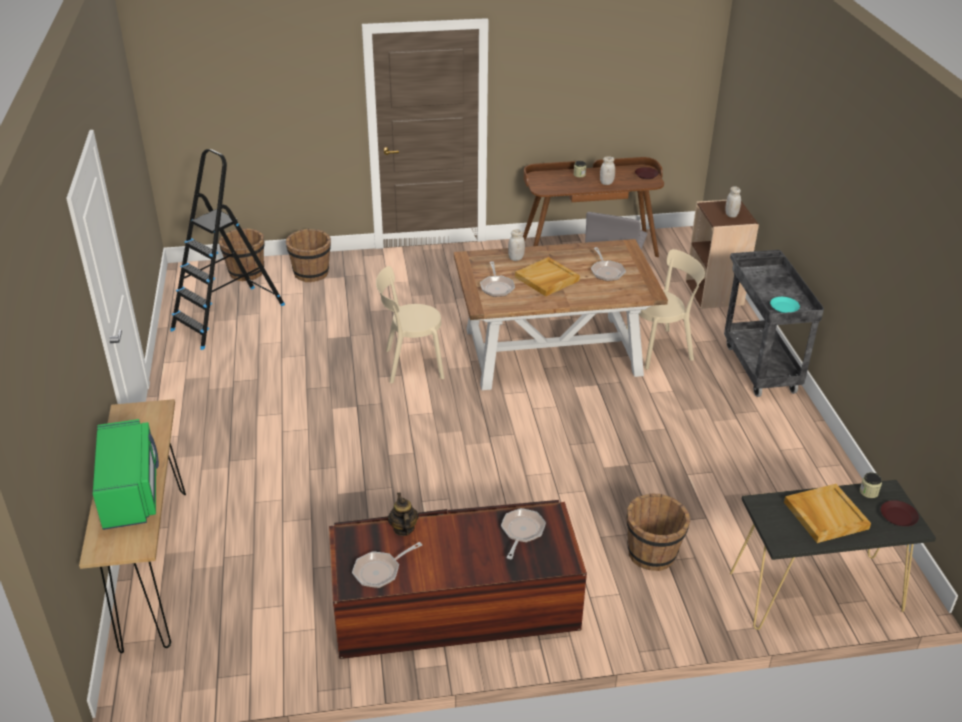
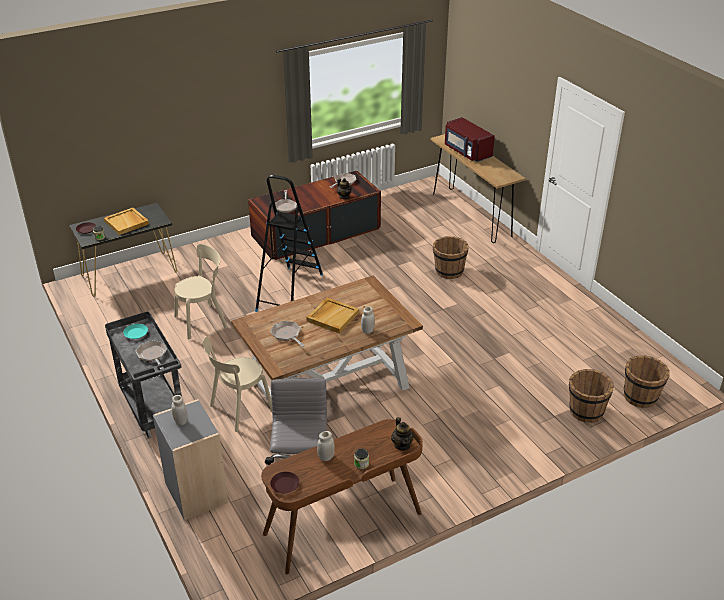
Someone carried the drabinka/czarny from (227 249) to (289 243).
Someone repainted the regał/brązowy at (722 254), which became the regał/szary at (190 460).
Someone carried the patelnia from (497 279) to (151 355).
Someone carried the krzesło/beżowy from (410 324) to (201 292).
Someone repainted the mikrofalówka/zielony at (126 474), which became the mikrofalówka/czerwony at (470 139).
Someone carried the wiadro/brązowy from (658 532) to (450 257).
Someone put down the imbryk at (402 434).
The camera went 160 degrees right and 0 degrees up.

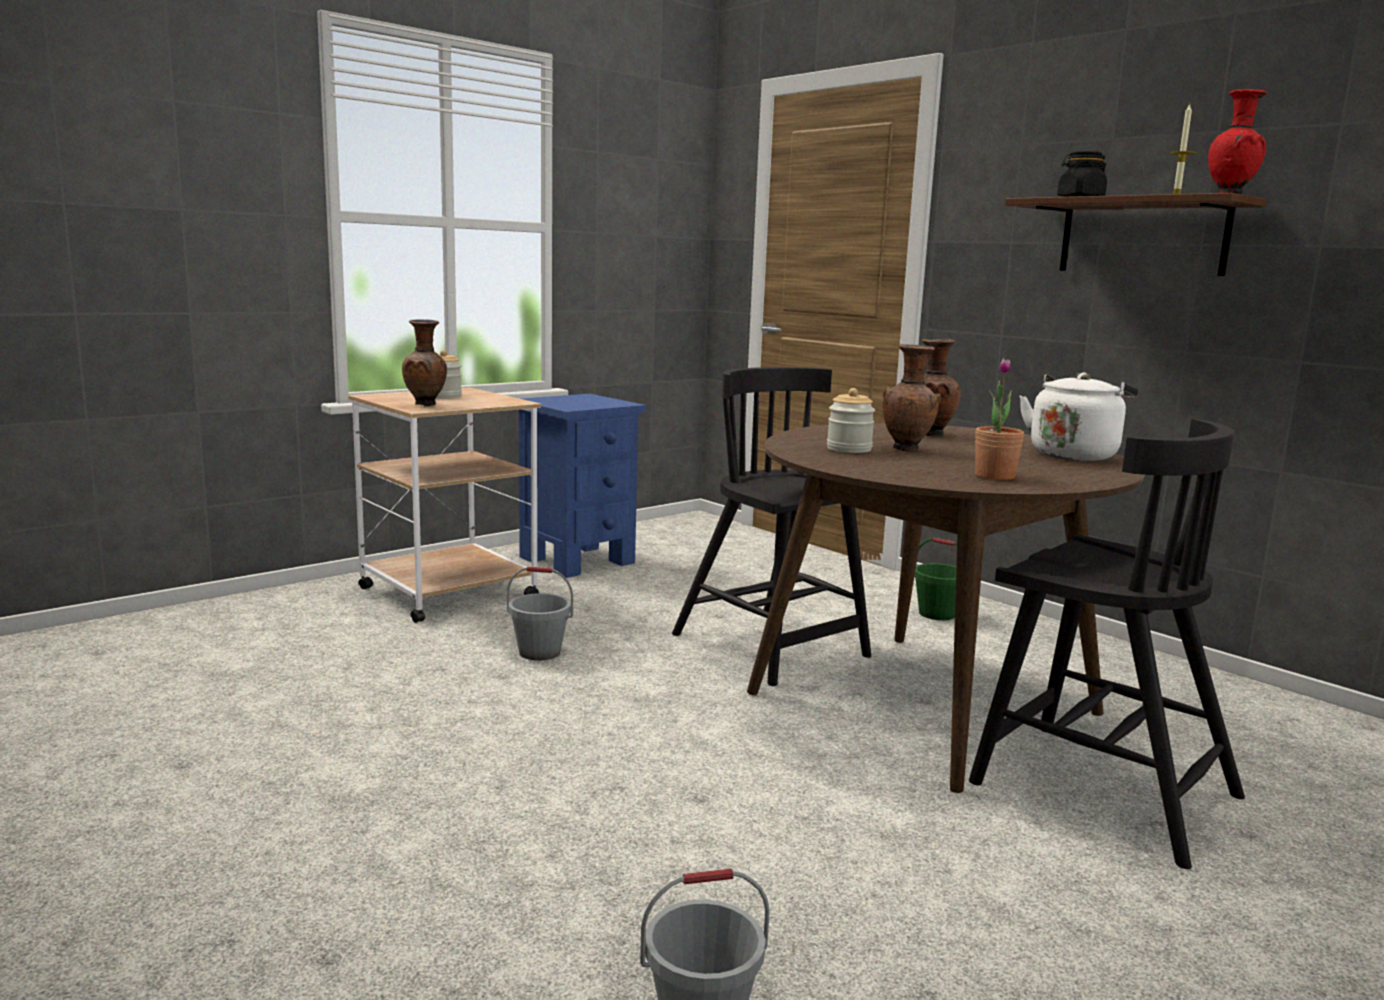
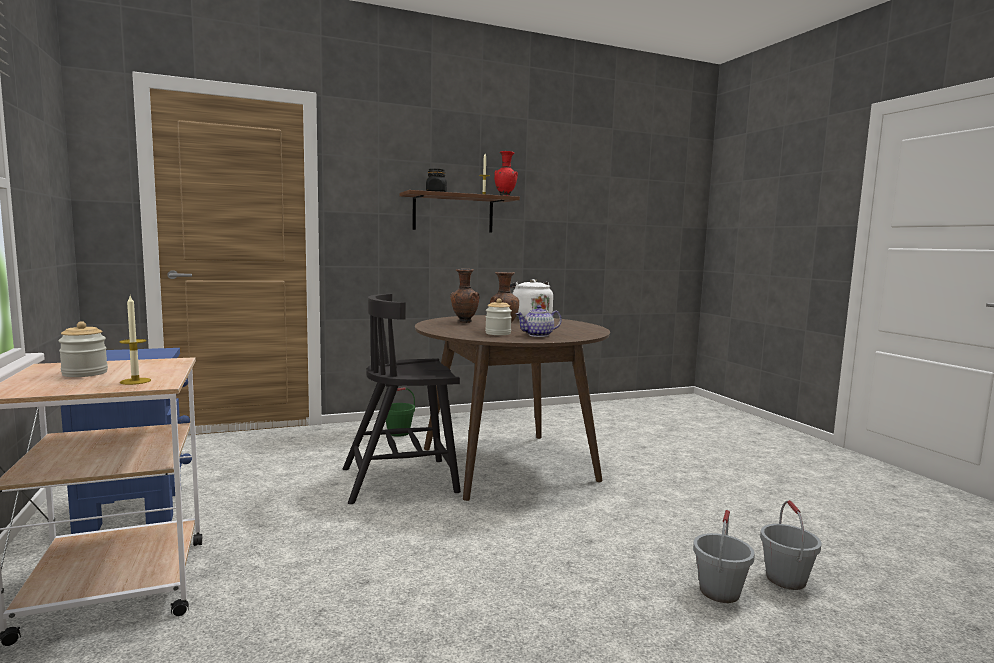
Someone swapped the wazon/brązowy at (424 362) for the świeca at (135 340).
Someone took away the roślina doniczkowa at (999 419).
Someone took away the krzesło/czarny at (1107 644).
Someone carried the wiadro/szary from (540 613) to (724 556).
Someone put down the imbryk at (539 321).
The camera went 70 degrees left and 5 degrees down.

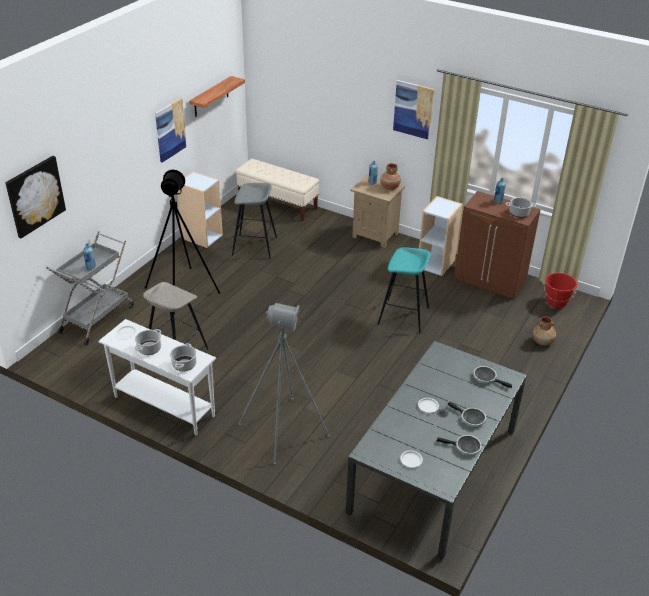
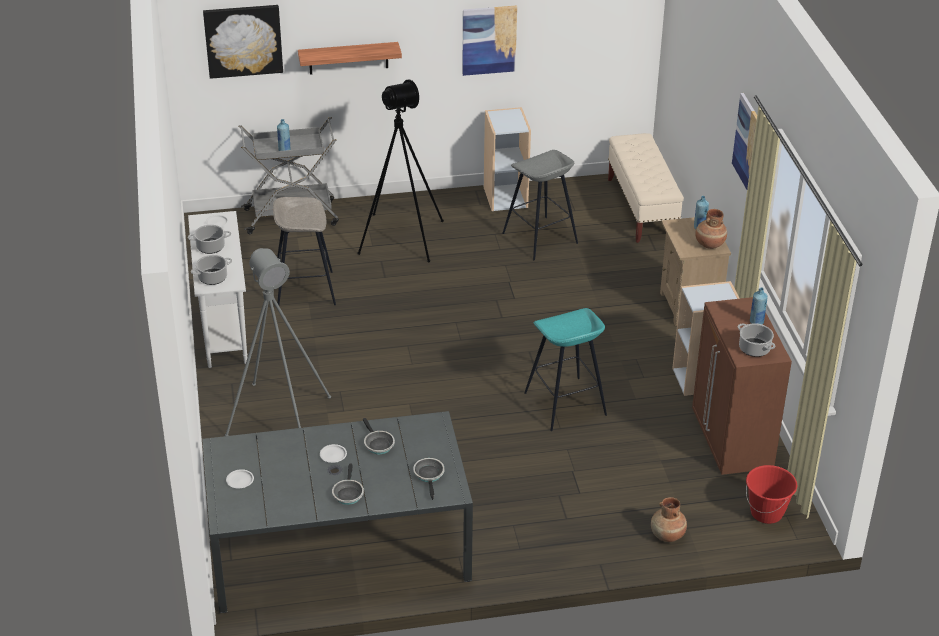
Someone carried the półka from (217 96) to (350 58).
Someone carried the patelnia from (459 445) to (379 436).
The camera went 50 degrees right and 0 degrees up.

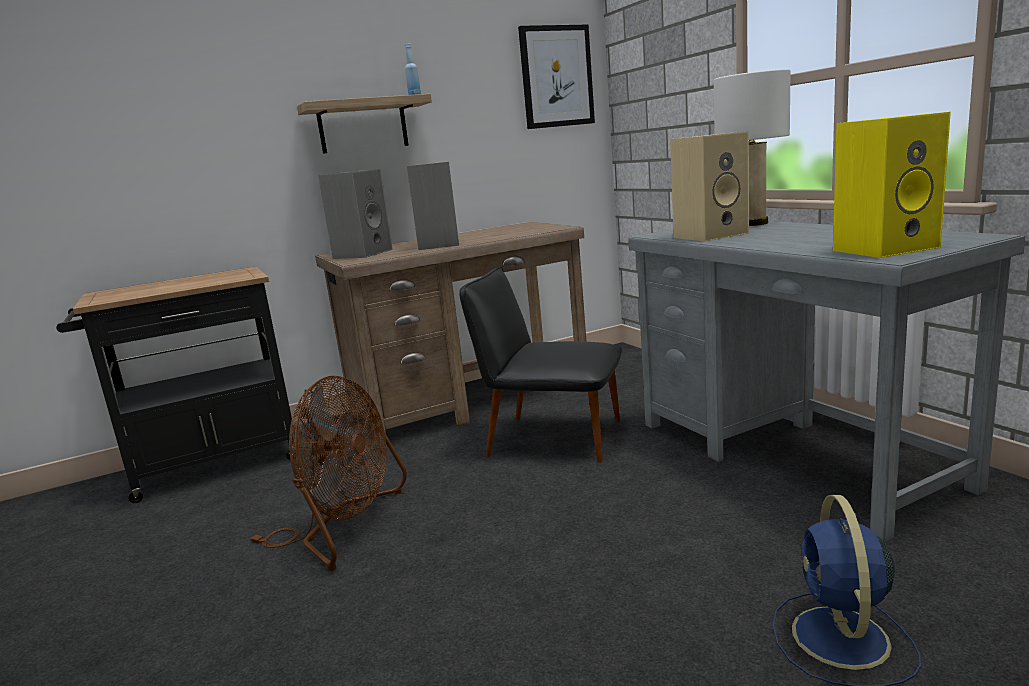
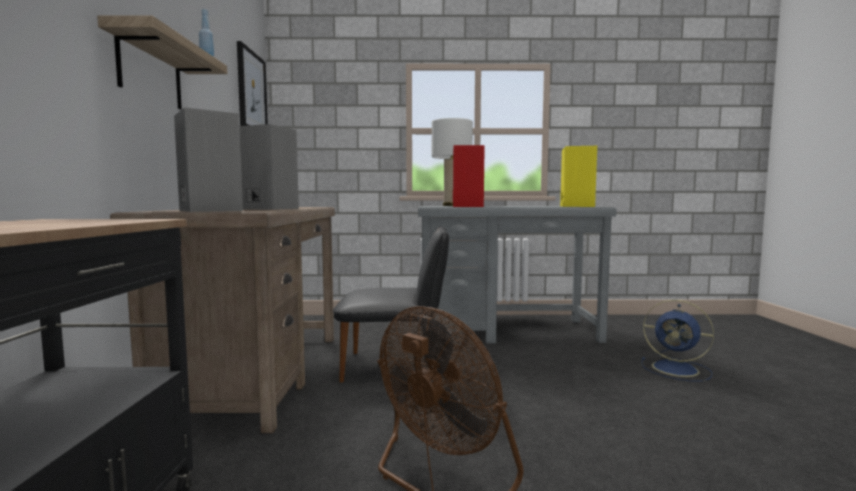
Someone repainted the głośnik/beżowy at (709 186), which became the głośnik/czerwony at (469 176).
Someone rotated the krzesło/czarny at (540 365) by 135 degrees counterclockwise.
The camera went 65 degrees left and 10 degrees down.

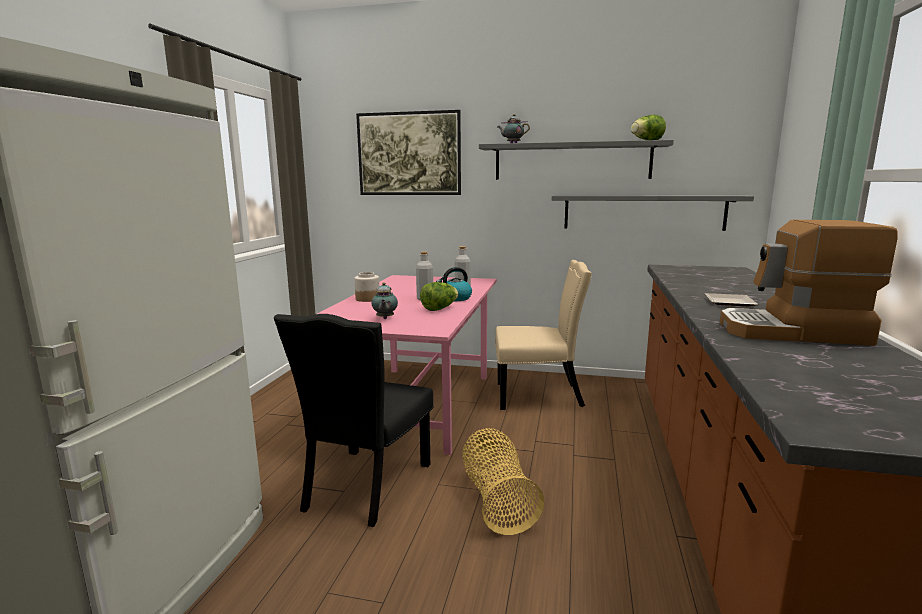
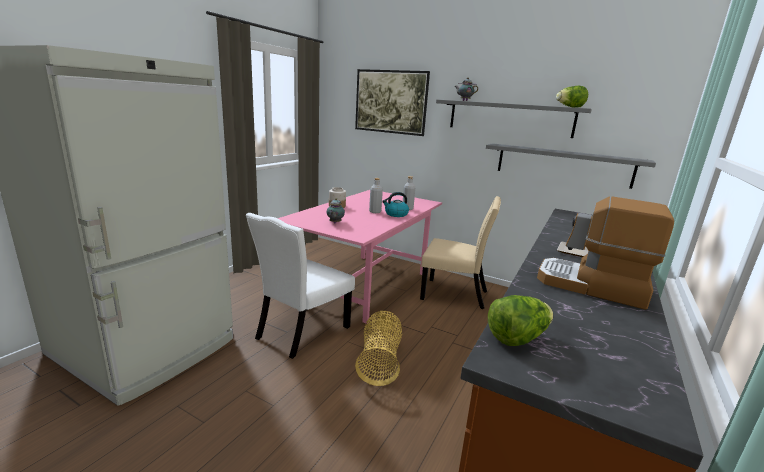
Someone carried the sałata from (439 296) to (520 320).
Someone repainted the krzesło/czarny at (354 420), which became the krzesło/biały at (300 286).
The camera went 15 degrees right and 5 degrees up.

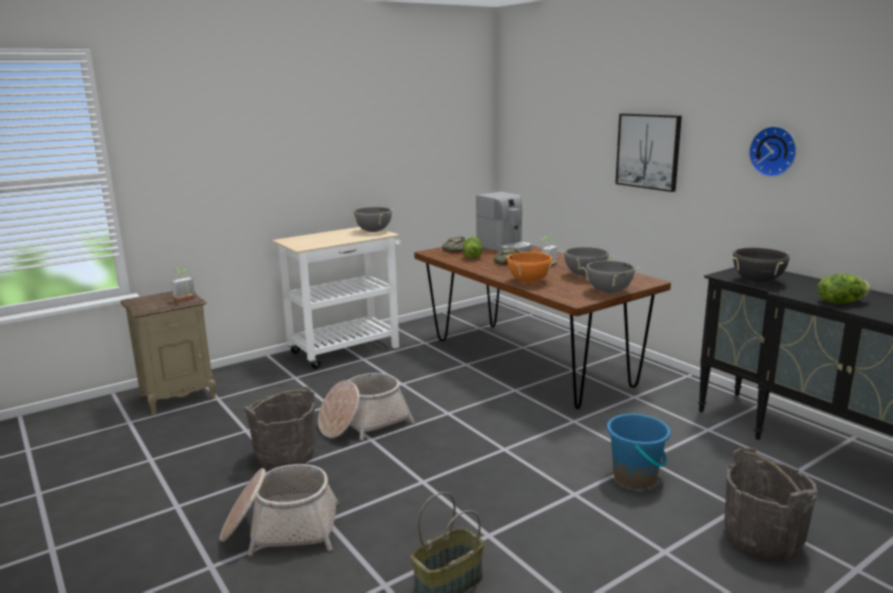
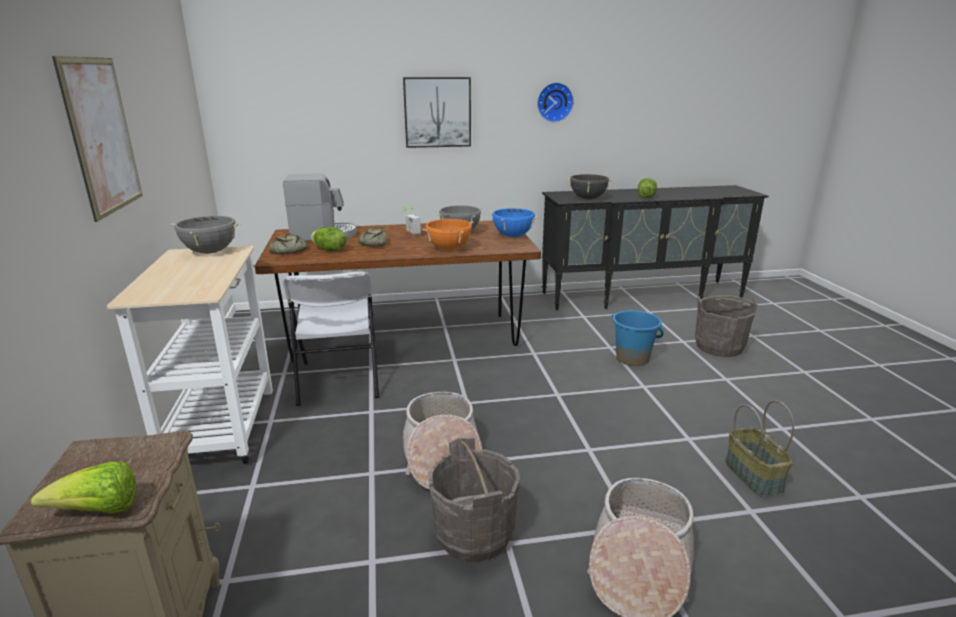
Someone repainted the garnek/szary at (610 276), which became the garnek/niebieski at (514 222).
Someone took away the roślina doniczkowa at (183 285).
Someone put up the obraz at (97 139).
Someone put down the krzesło/biały at (331 338).
Someone put down the sałata at (83 488).
The camera went 65 degrees left and 5 degrees up.

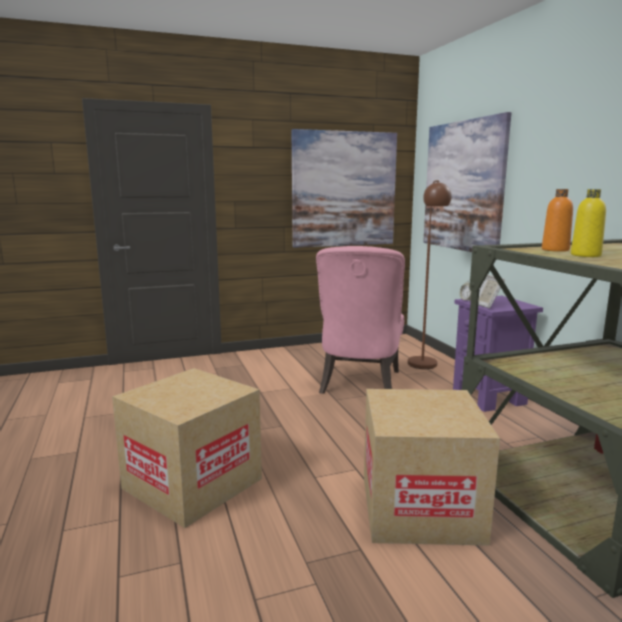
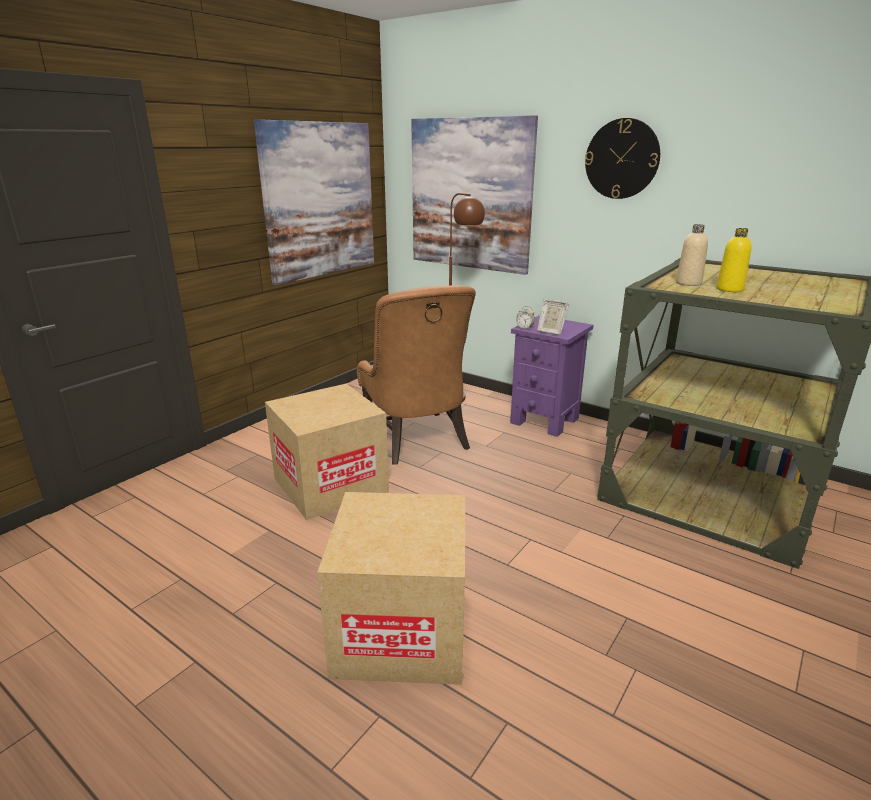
Someone repainted the butelka/pomarańczowy at (557 220), which became the butelka/beżowy at (692 255).
Someone repainted the krzesło/różowy at (360 320), which became the krzesło/brązowy at (416 375).
Someone carried the karton from (432 467) to (327 452).
Someone put up the zegar ścienny at (622 158).
The camera went 35 degrees left and 10 degrees up.

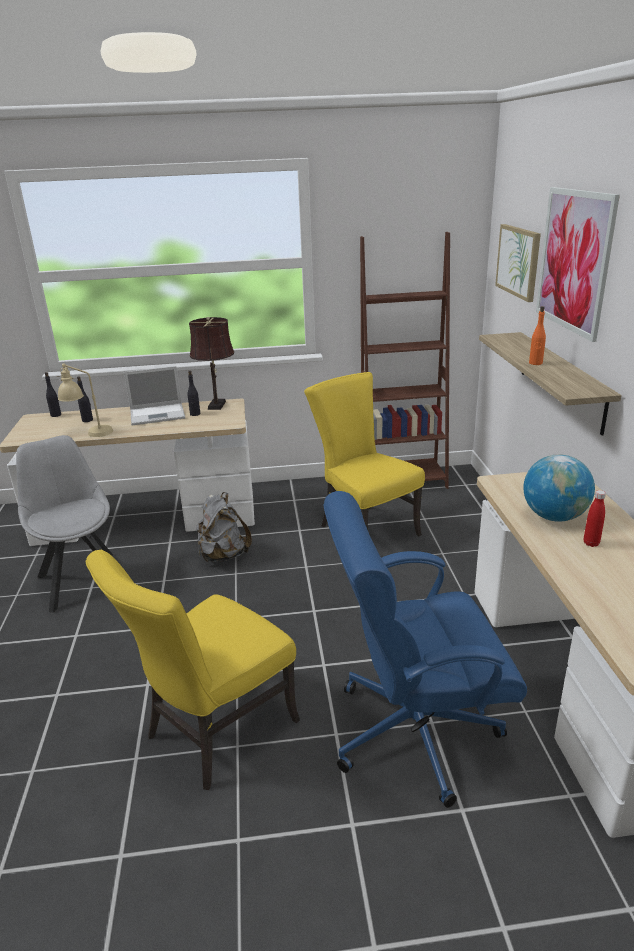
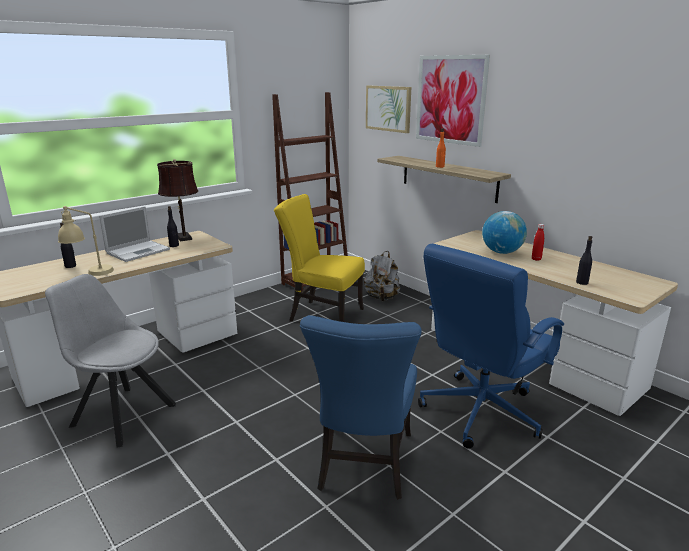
Someone carried the butelka/czarny from (53 394) to (584 260).
Someone carried the plecak/szary from (224 527) to (382 276).
Someone repainted the krzesło/żółty at (193 670), which became the krzesło/niebieski at (361 407).
The camera went 35 degrees left and 5 degrees down.

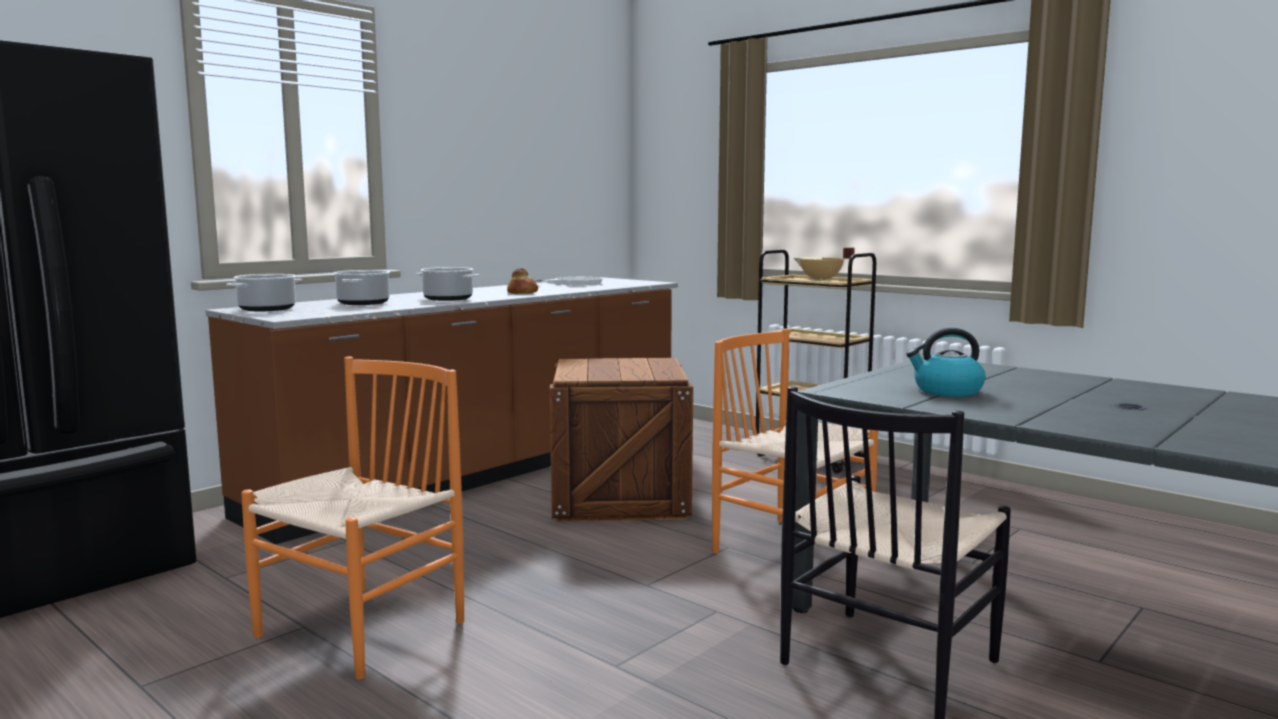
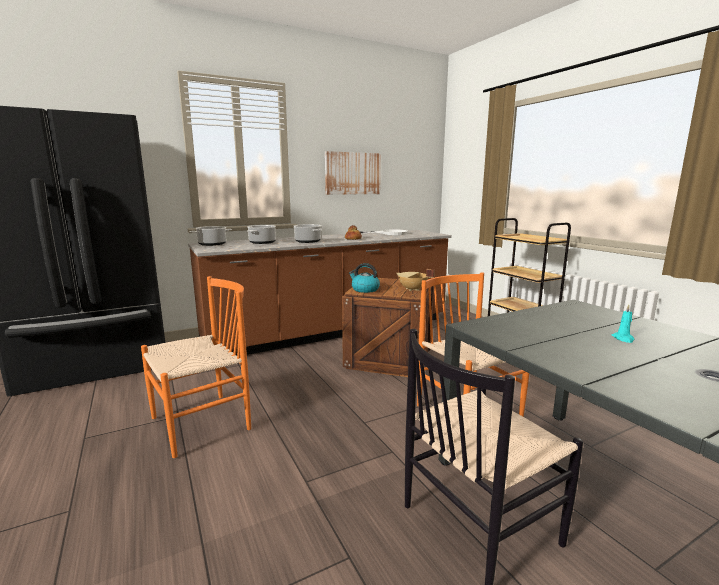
Someone carried the garnek/beżowy from (824 264) to (415 280).
Someone carried the czajnik from (946 362) to (364 278).
Someone put up the obraz at (353 173).
Someone put down the świeca/turkusowy at (623 324).
The camera went 20 degrees right and 5 degrees up.

